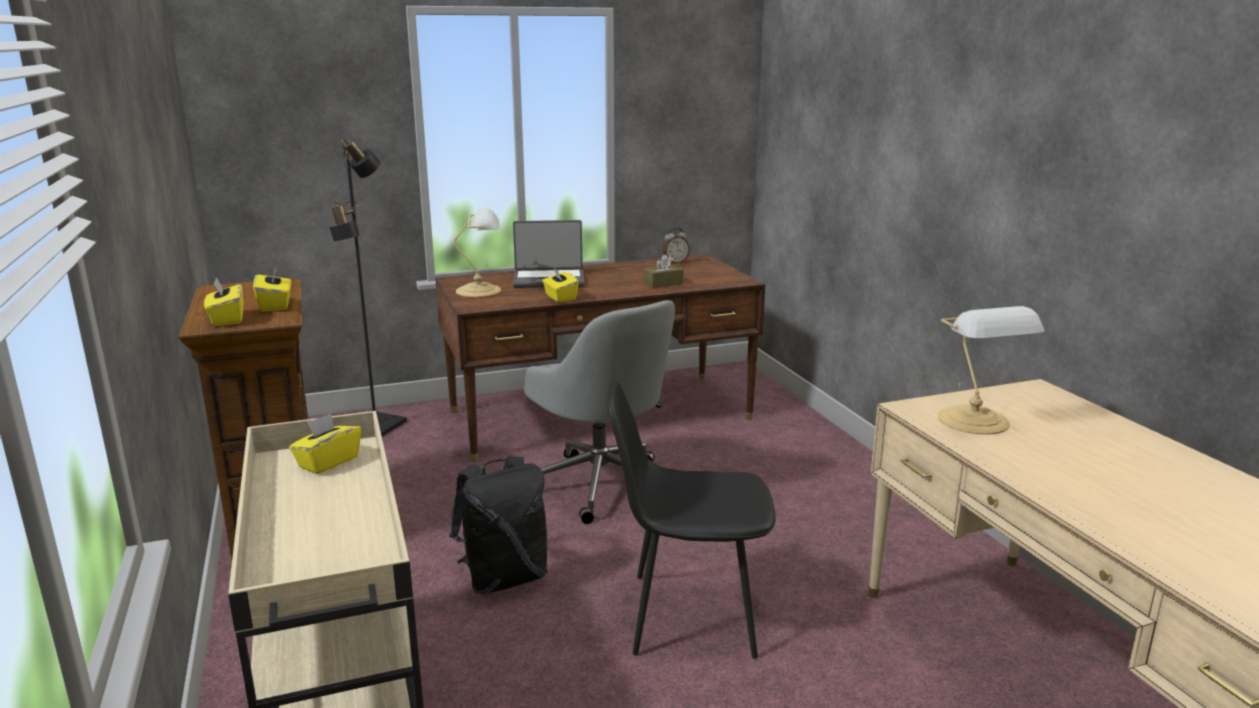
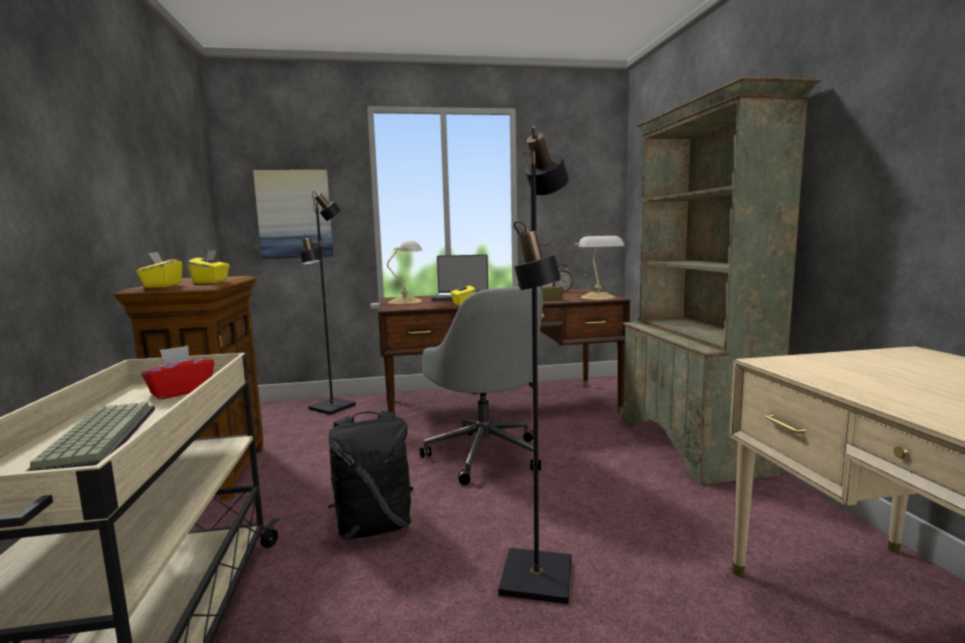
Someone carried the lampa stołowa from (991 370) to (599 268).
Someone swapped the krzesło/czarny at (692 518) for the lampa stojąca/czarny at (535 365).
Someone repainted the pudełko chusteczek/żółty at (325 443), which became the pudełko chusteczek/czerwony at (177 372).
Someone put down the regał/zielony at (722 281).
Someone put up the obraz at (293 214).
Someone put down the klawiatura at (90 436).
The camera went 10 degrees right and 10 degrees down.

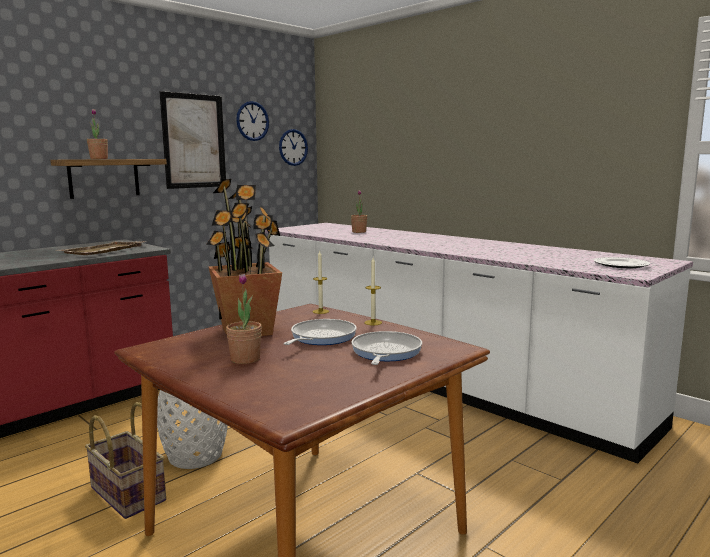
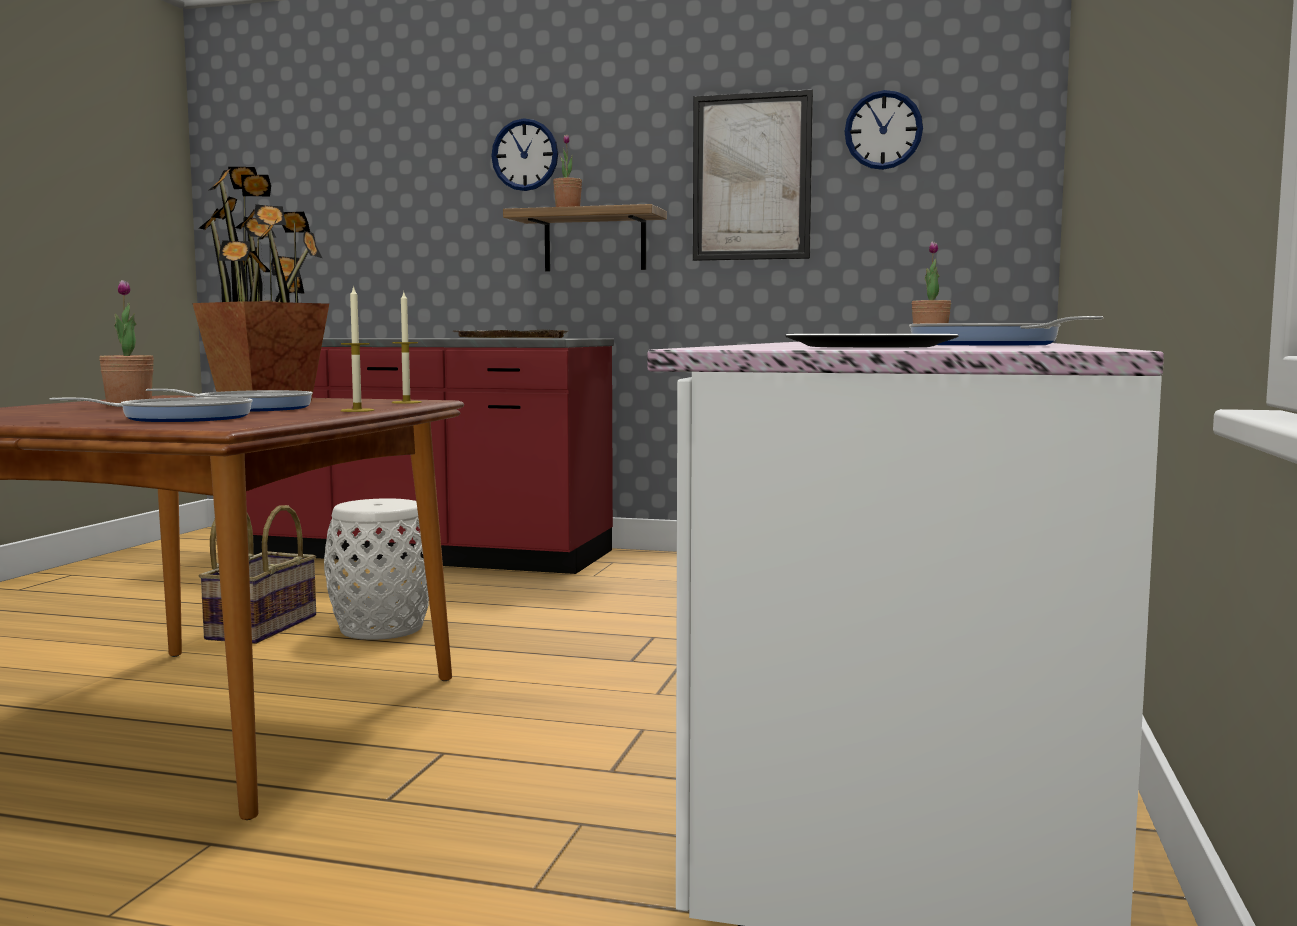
Someone carried the zegar ścienny from (293 147) to (524 154).
Someone put down the patelnia at (1006 330).
The camera went 60 degrees right and 5 degrees down.

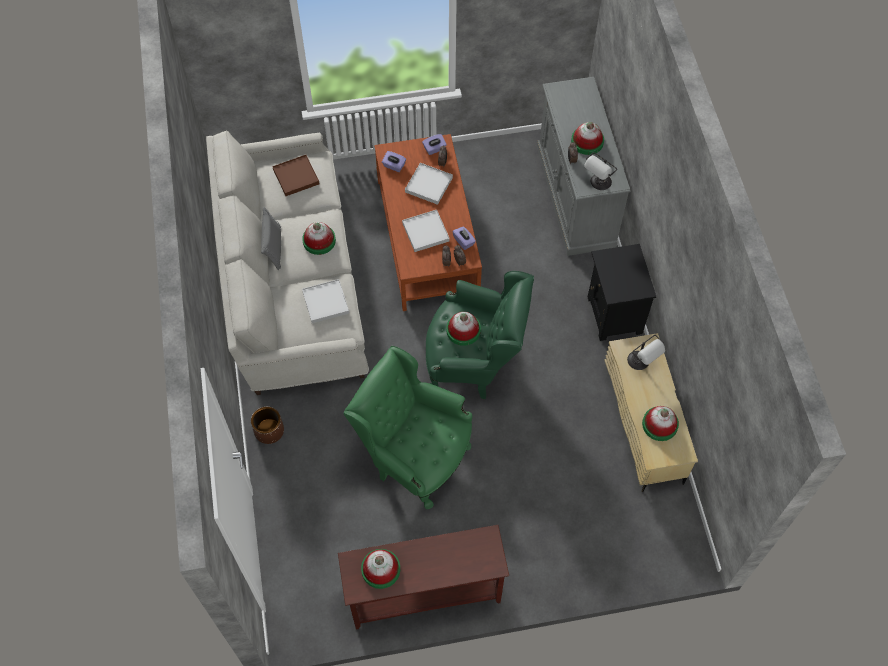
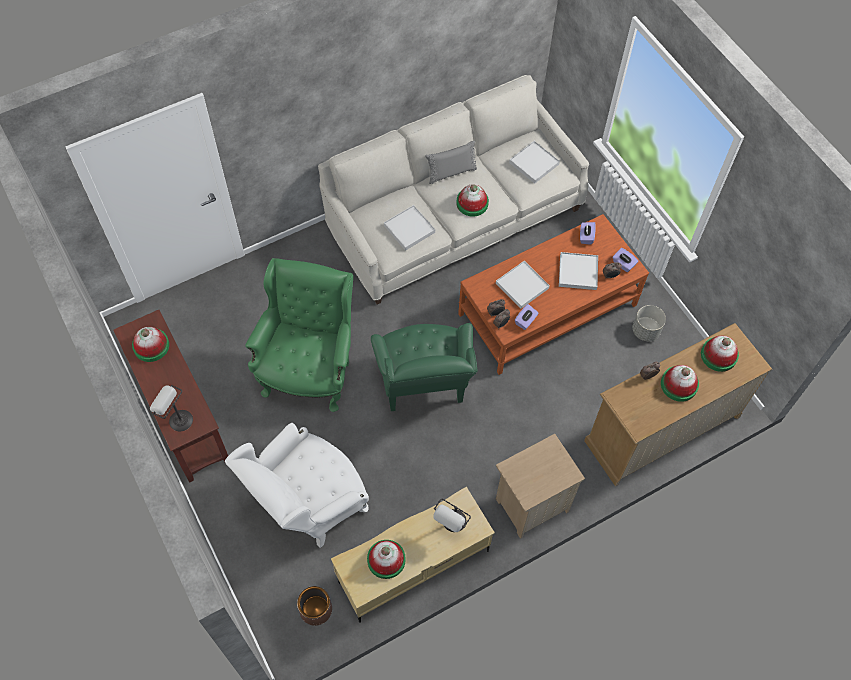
Someone repainted the szafka/szary at (583 166), which became the szafka/brązowy at (678 404).
Someone carried the lampa stołowa from (600 171) to (171 408).
Someone repainted the taca/brązowy at (296 175), which became the taca/biały at (534 162).
Someone repainted the szafka nocna/czarny at (622 292), which became the szafka nocna/beżowy at (540 486).
Someone carried the kapelusz from (464 329) to (720 354).
Someone carried the donica/brązowy from (267 425) to (314 606).
Someone put down the donica/szary at (649 323).
Someone put down the fotel/biały at (297 485).
The camera went 70 degrees right and 0 degrees up.

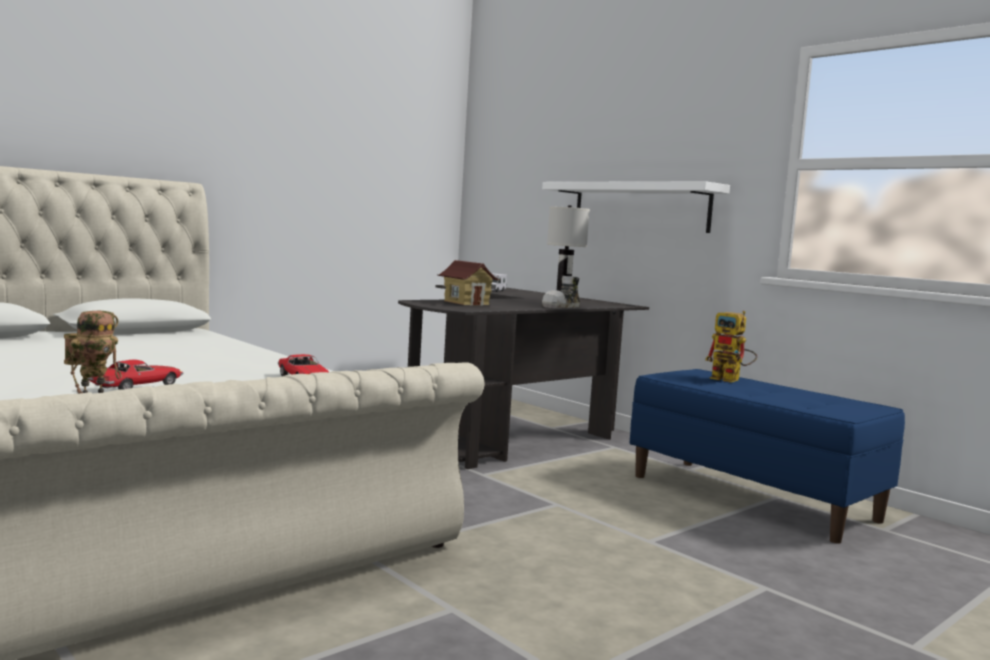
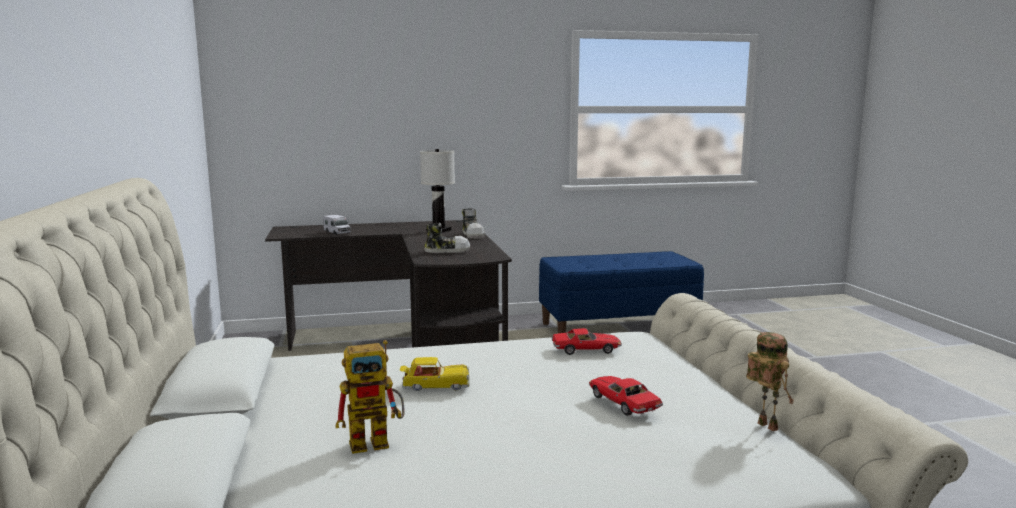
Someone took away the półka/biały at (636 207).
Someone swapped the domek at (468 283) for the but at (447 238).
Someone carried the robot zabawkowy from (731 347) to (370 397).
Someone put down the samochodzik at (435 374).
The camera went 60 degrees left and 5 degrees up.

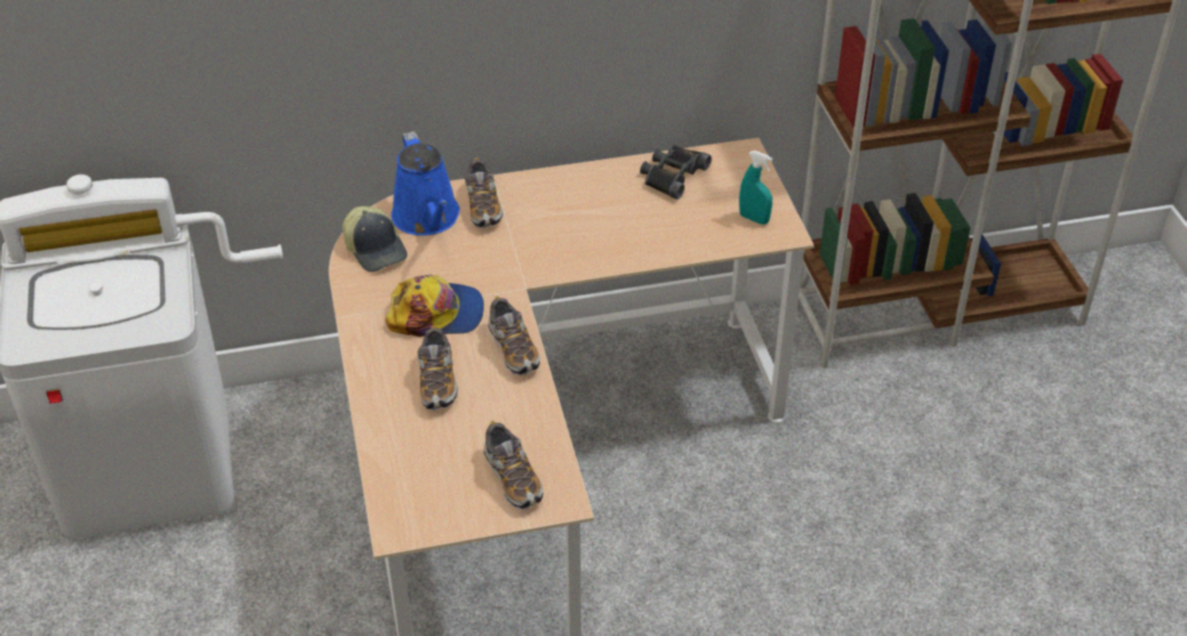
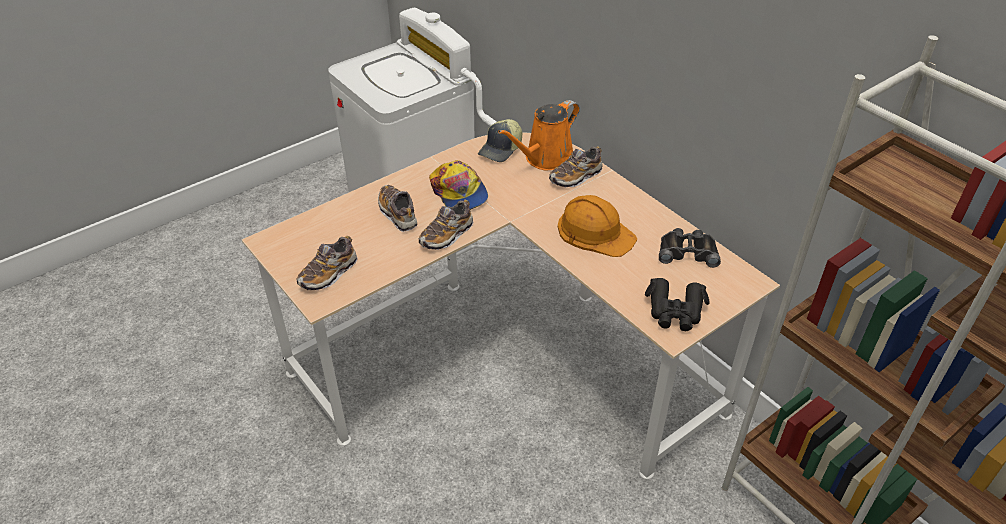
Someone repainted the konewka/niebieski at (425 183), which became the konewka/pomarańczowy at (539 135).
Someone swapped the spryskiwacz/turkusowy at (756 188) for the lornetka/czarny at (677 304).
Someone rotated the but at (438 367) by 90 degrees clockwise.
Someone put down the kask/pomarańczowy at (597 226).
The camera went 65 degrees right and 0 degrees up.

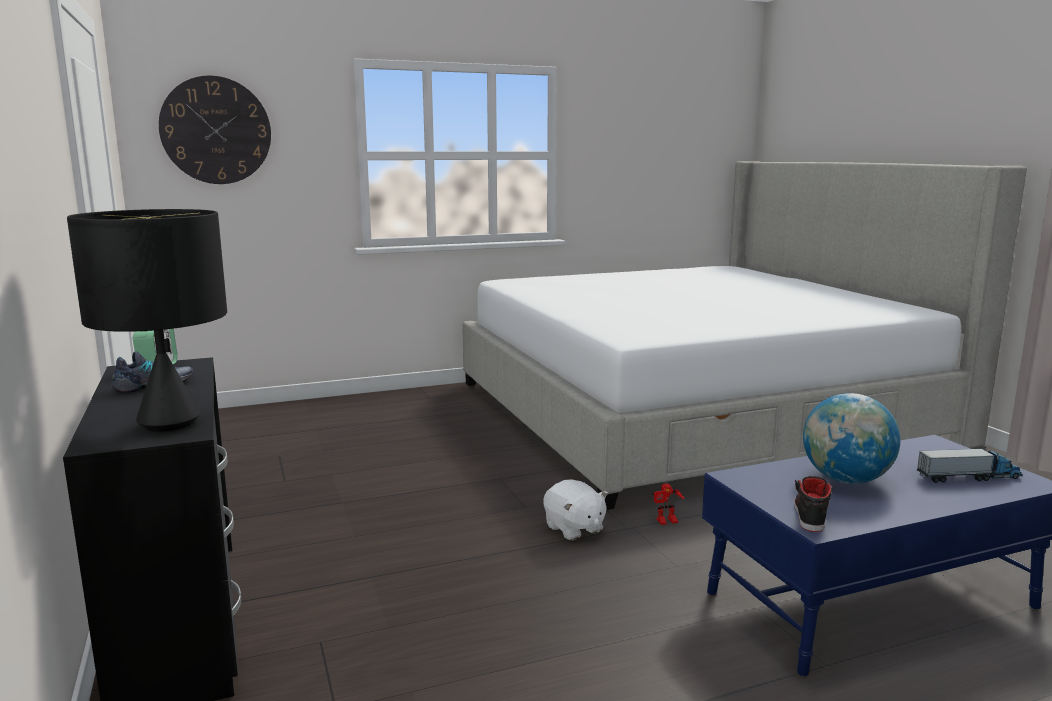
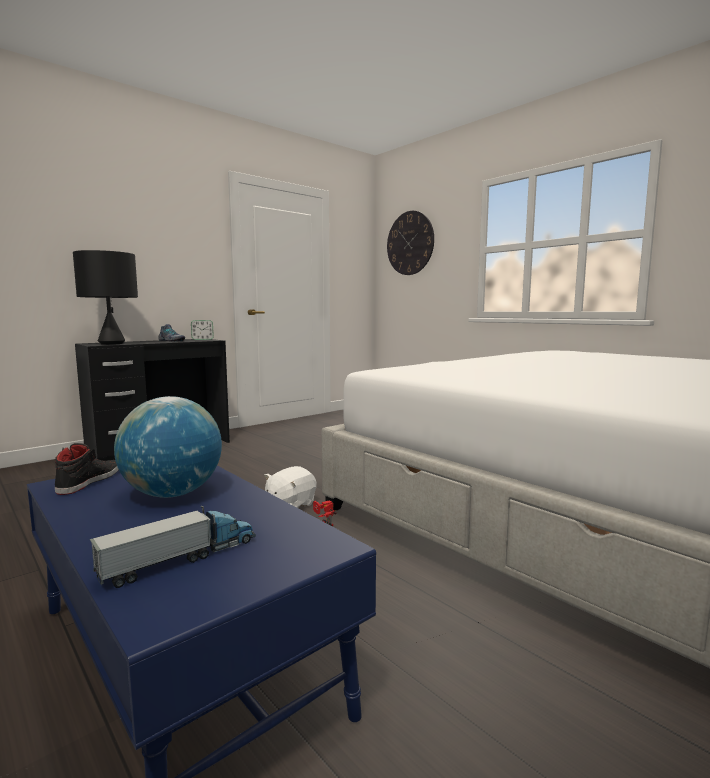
Someone rotated the ciężarówka zabawkowa at (970 464) by 105 degrees counterclockwise.
Someone rotated the but/czarny at (814 504) by 75 degrees counterclockwise.
The camera went 70 degrees right and 5 degrees down.

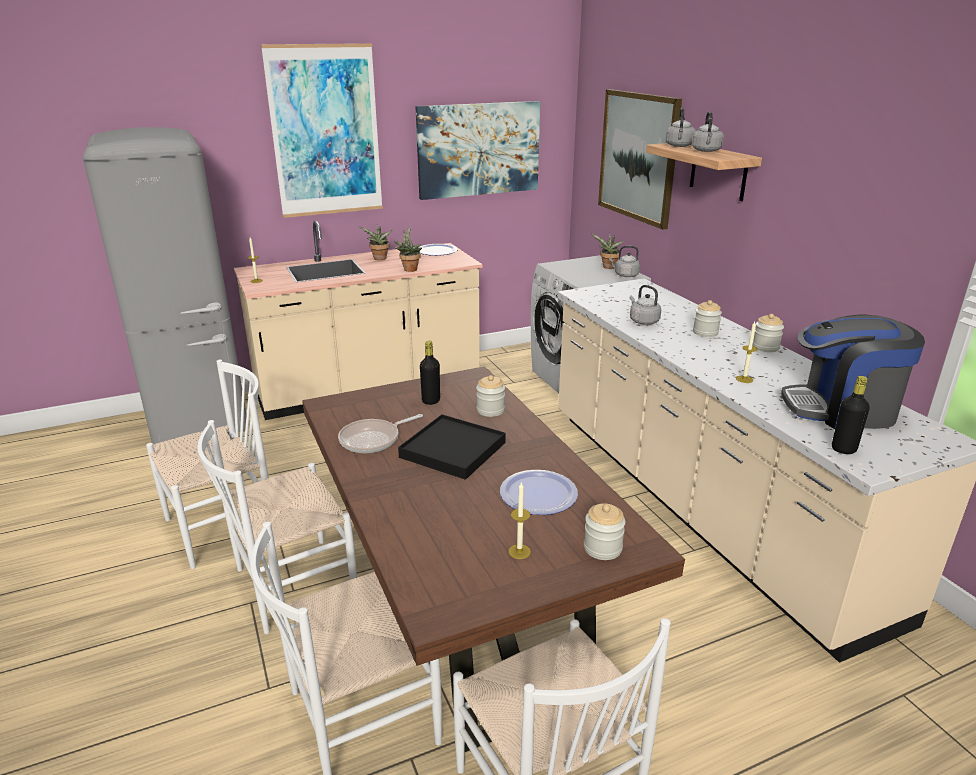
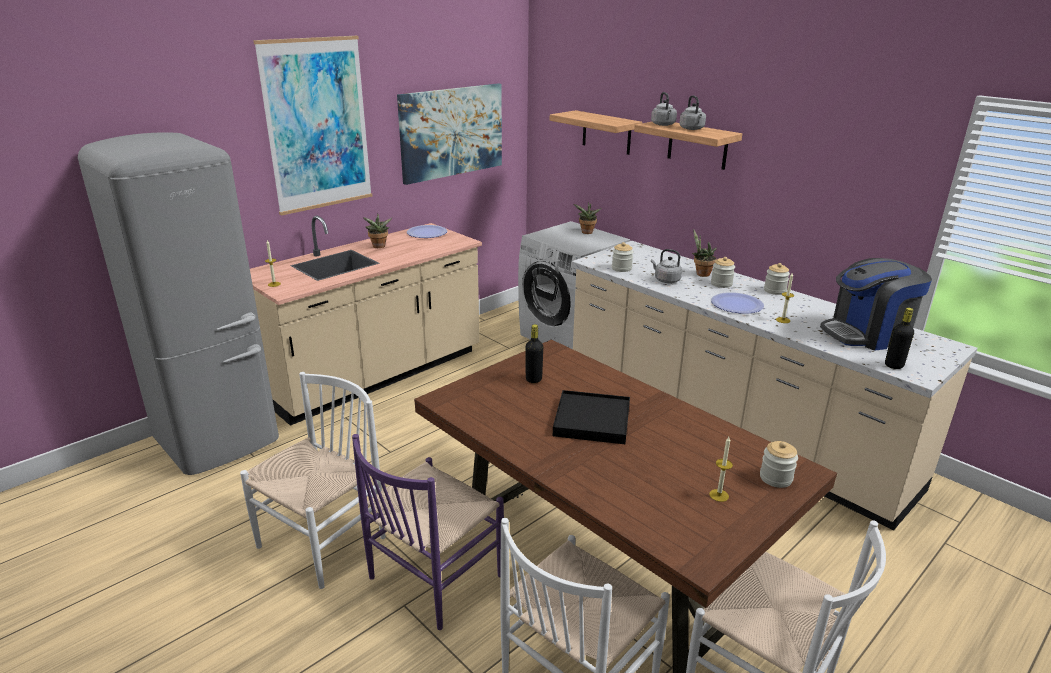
Someone swapped the obraz at (640 159) for the półka at (596 132).
Someone carried the roślina doniczkowa from (408 249) to (704 253).
Someone took away the czajnik/szary at (624 261).
Someone carried the słoik from (490 396) to (622 257).
Someone took away the patelnia at (380 433).
Someone repainted the krzesło/biały at (277 527), which became the krzesło/fioletowy at (428 532).
Someone carried the talerz from (539 492) to (737 303).
The camera went 20 degrees left and 0 degrees up.

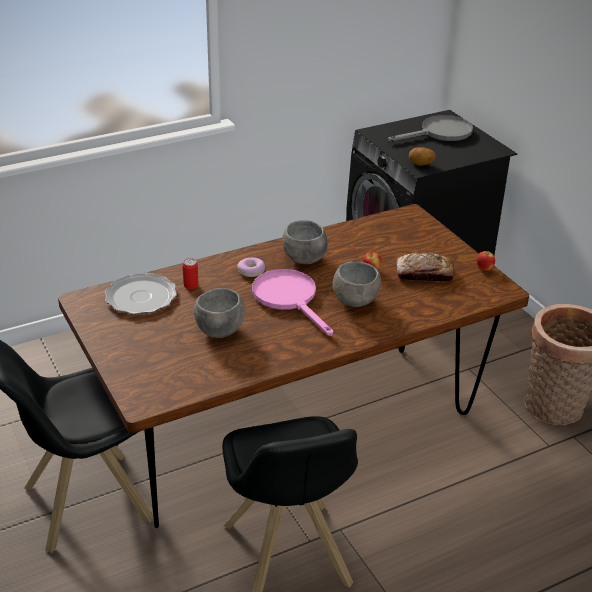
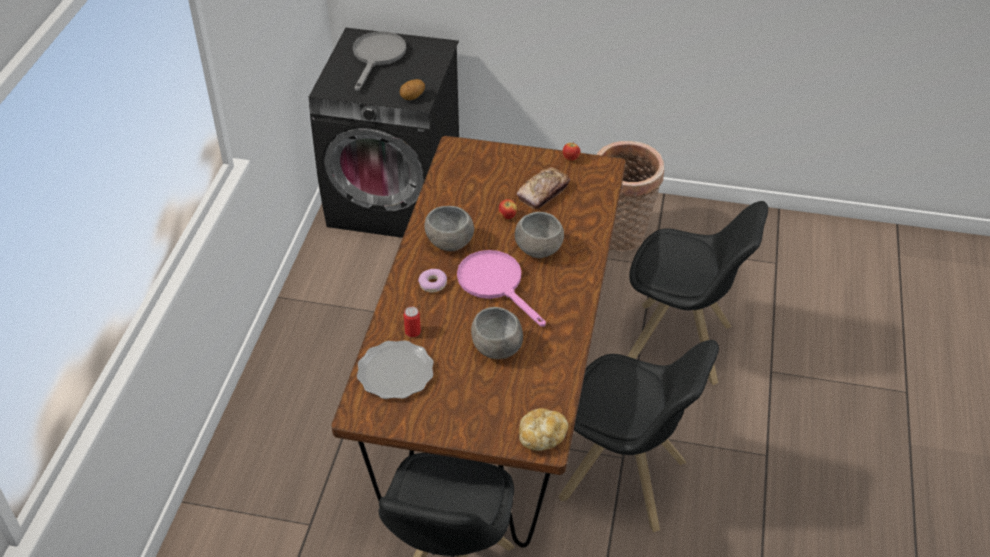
Someone rotated the patelnia/różowy at (292 302) by 45 degrees clockwise.
Someone put down the krzesło/czarny at (698 293).
Someone put down the chleb at (543 429).
The camera went 50 degrees left and 10 degrees up.

